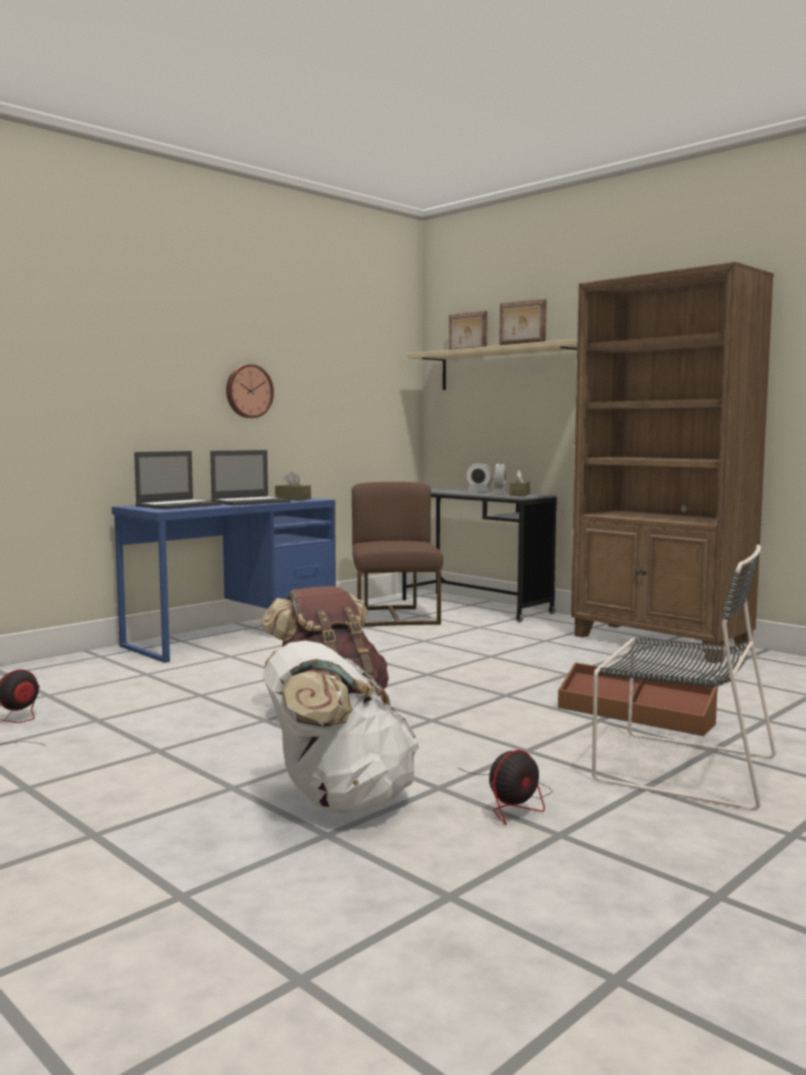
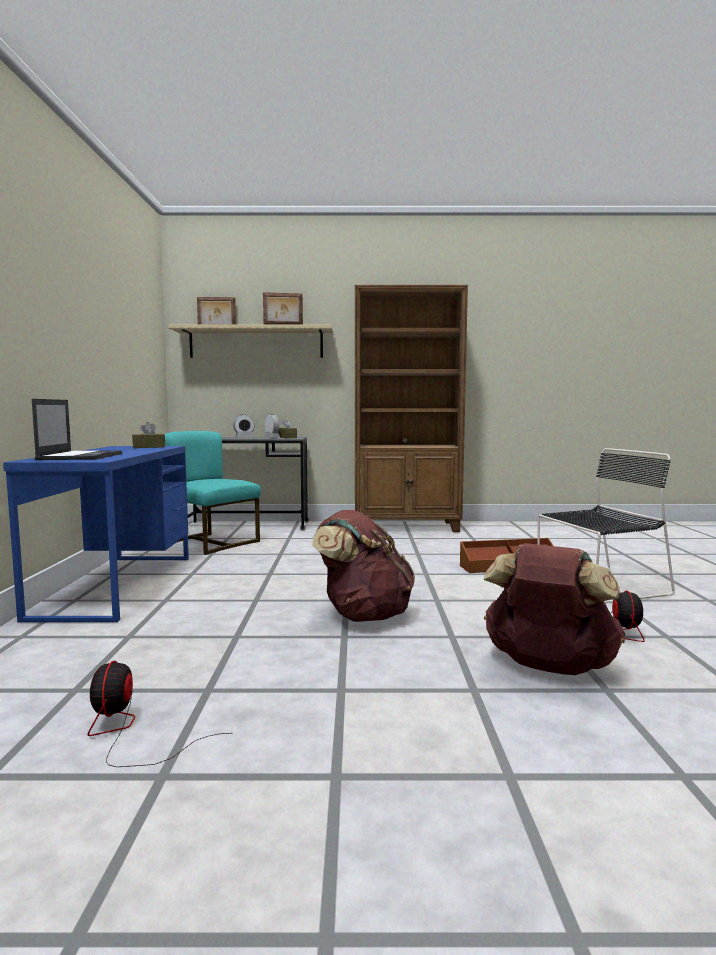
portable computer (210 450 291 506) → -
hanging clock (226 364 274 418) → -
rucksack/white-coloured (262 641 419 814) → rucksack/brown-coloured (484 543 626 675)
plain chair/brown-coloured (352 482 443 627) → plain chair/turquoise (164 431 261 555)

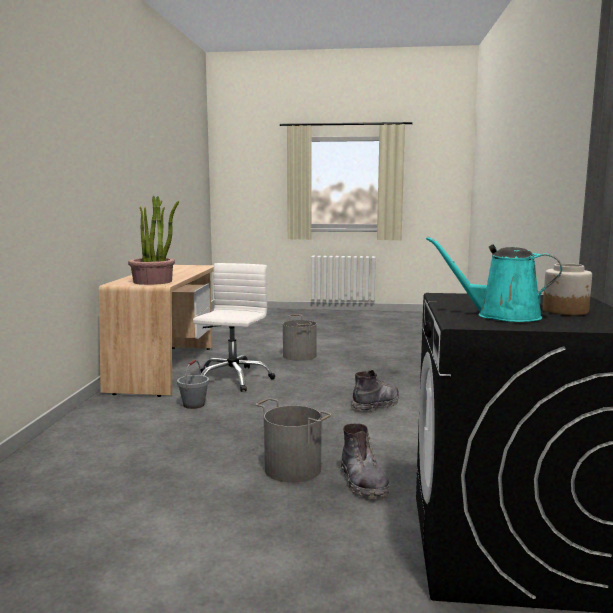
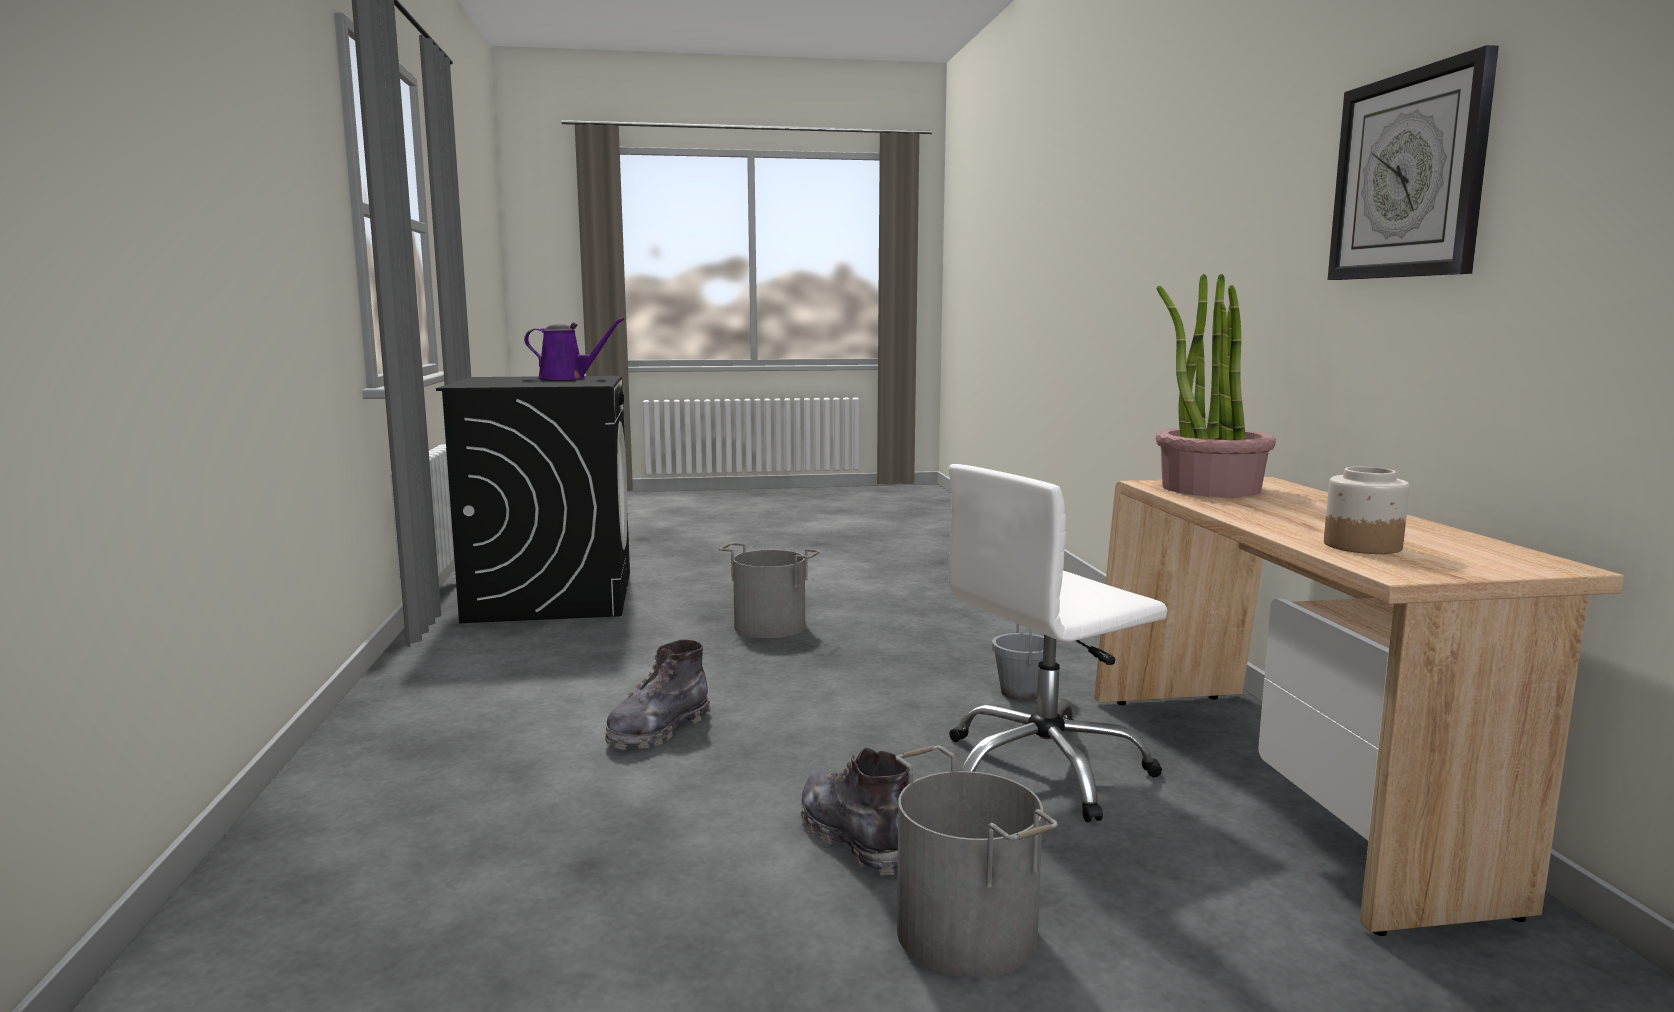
- → hanging clock (1328 45 1499 280)
tall boot/gray (341 423 389 499) → tall boot/gray (801 748 908 875), moved
preserve jar (543 263 592 316) → preserve jar (1324 467 1410 554), moved
watering pot/turquoise (426 236 562 322) → watering pot/purple (524 318 624 380)
desk chair/white-coloured (193 263 275 392) → desk chair/white-coloured (949 464 1167 822), 60 degrees clockwise

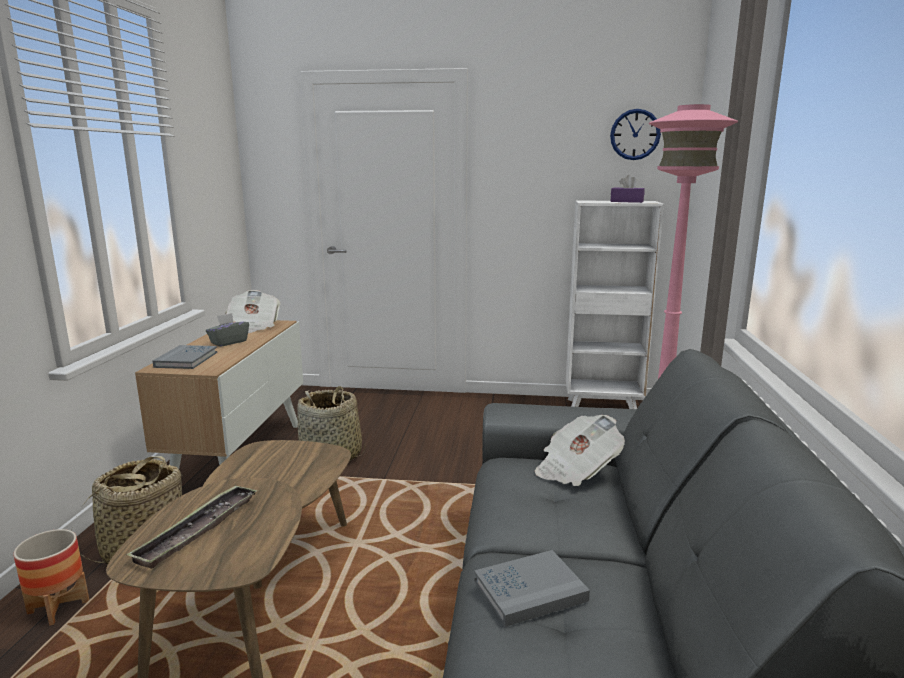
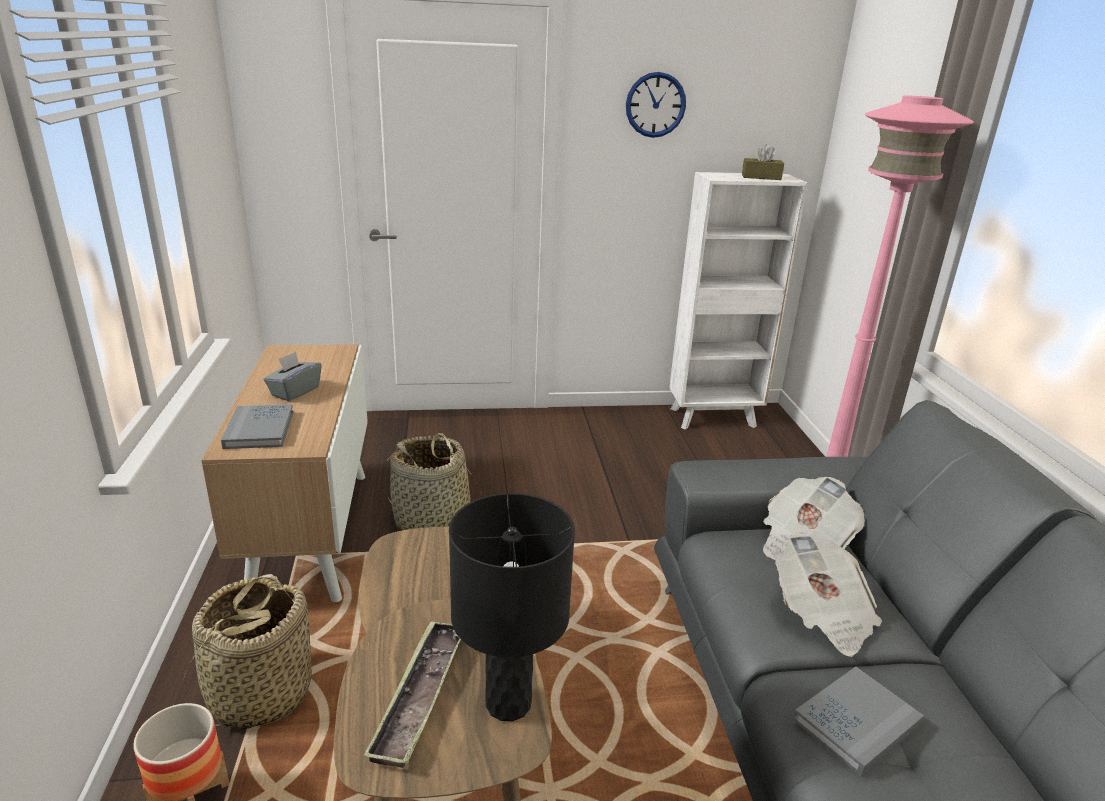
- → tabletop lamp/black-coloured (449 493 575 721)
newspaper (225 290 281 333) → newspaper (775 532 882 657), moved
hanging clock (610 109 661 160) → hanging clock (626 72 686 138), moved
tissue box/purple (610 175 645 203) → tissue box/brown-coloured (742 144 784 180)

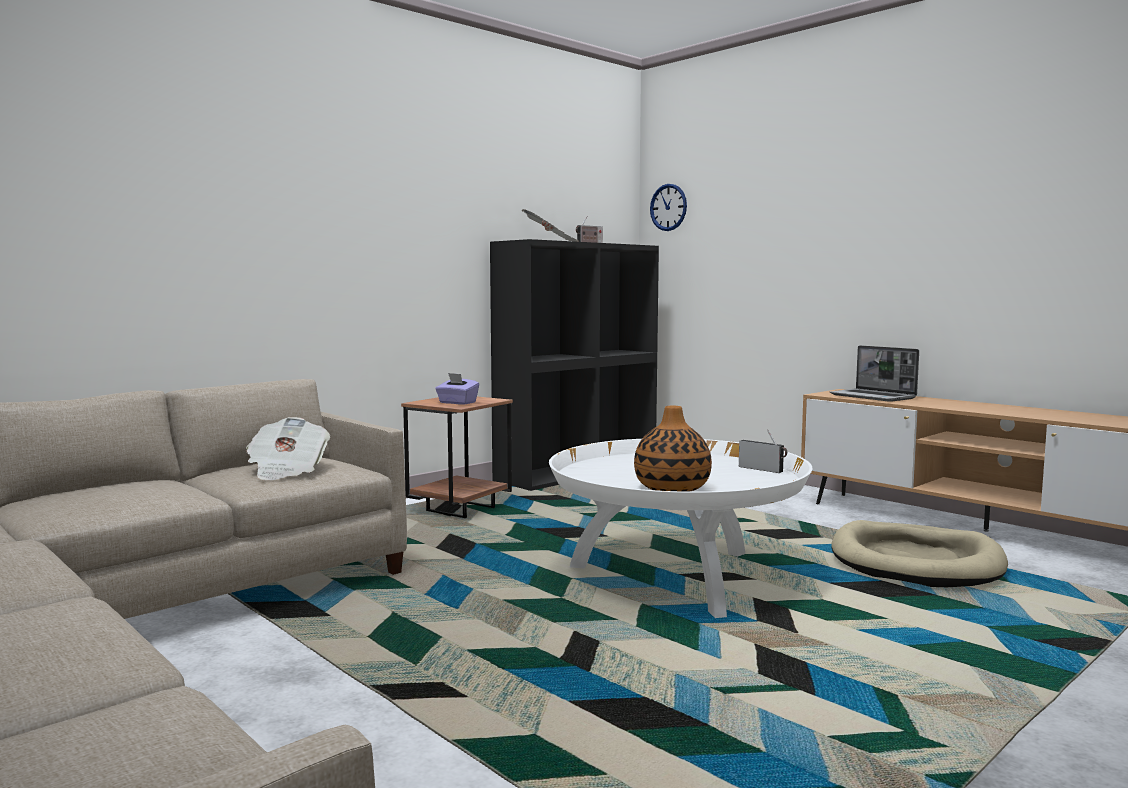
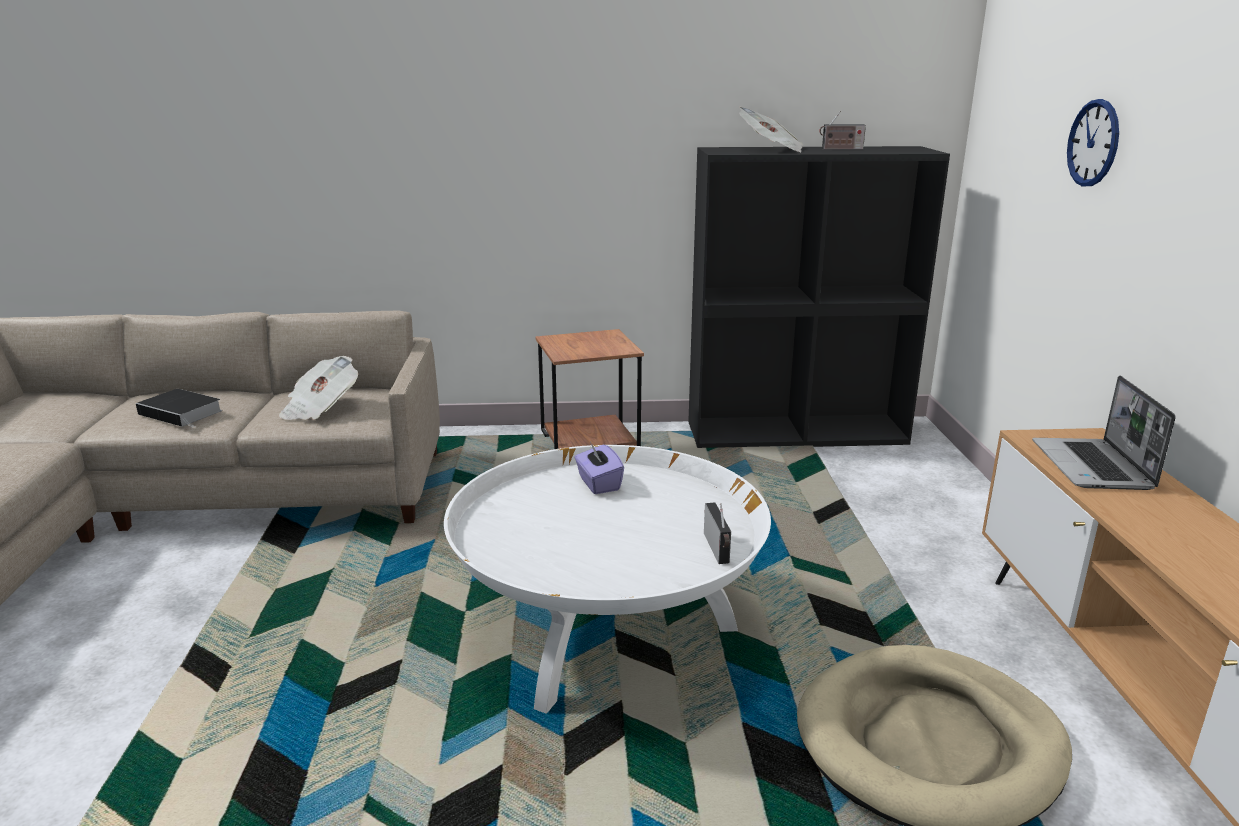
decorative vase (634 405 712 492) → -
- → book (136 389 222 428)
tissue box/purple (435 373 479 405) → tissue box/purple (574 442 624 494), moved
hanging clock (650 184 687 231) → hanging clock (1067 99 1119 186), moved

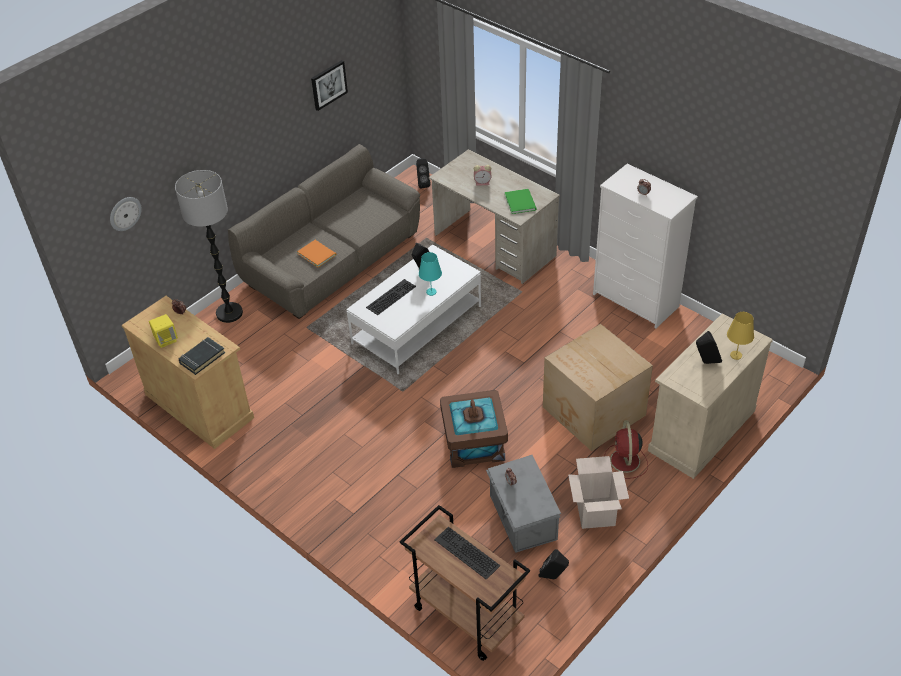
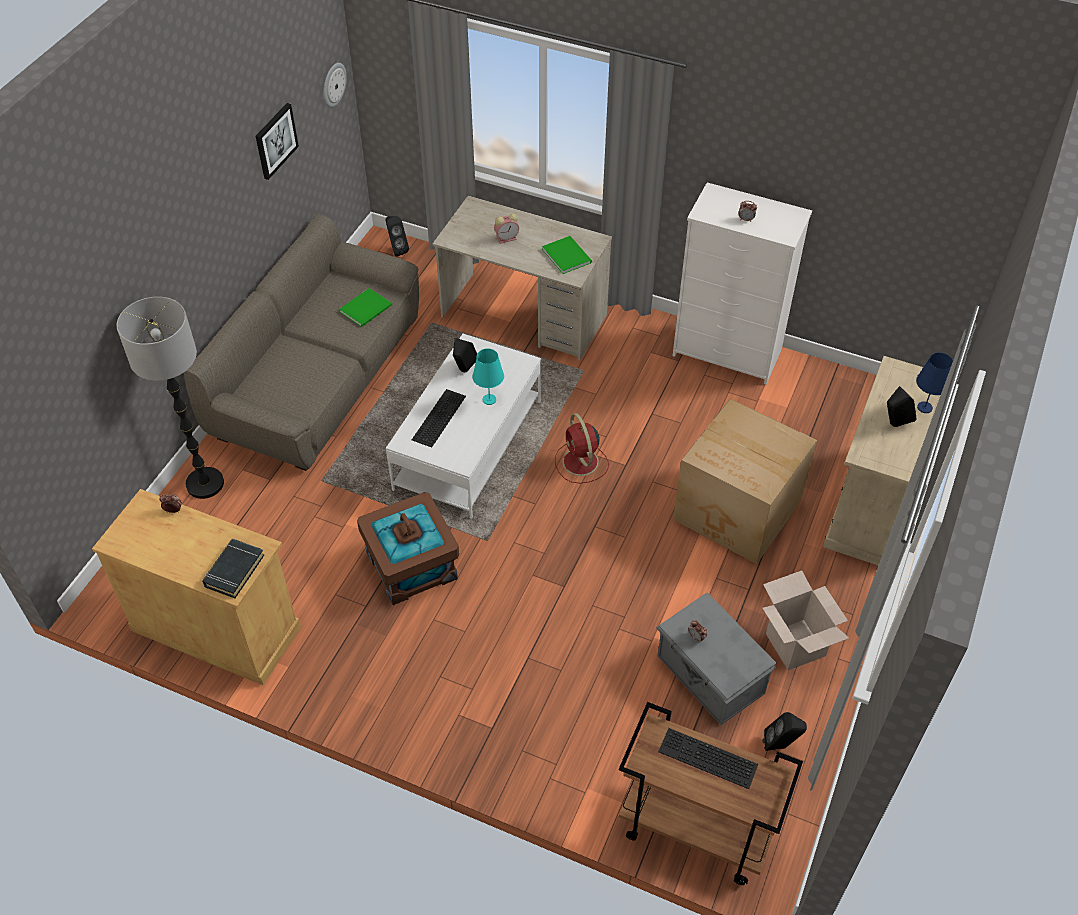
speaker/yellow-coloured (149 314 178 348) → -
book/orangey (297 240 336 267) → -
- → book/green (339 288 392 327)
hanging clock (110 197 142 231) → hanging clock (324 63 347 107), moved
storage box/brown-coloured (440 390 508 468) → storage box/brown-coloured (357 492 459 605), moved
fan/red-coloured (604 420 648 479) → fan/red-coloured (555 413 609 483), moved
tabletop lamp/yellow-coloured (727 312 754 360) → tabletop lamp/bluish (916 353 953 413)

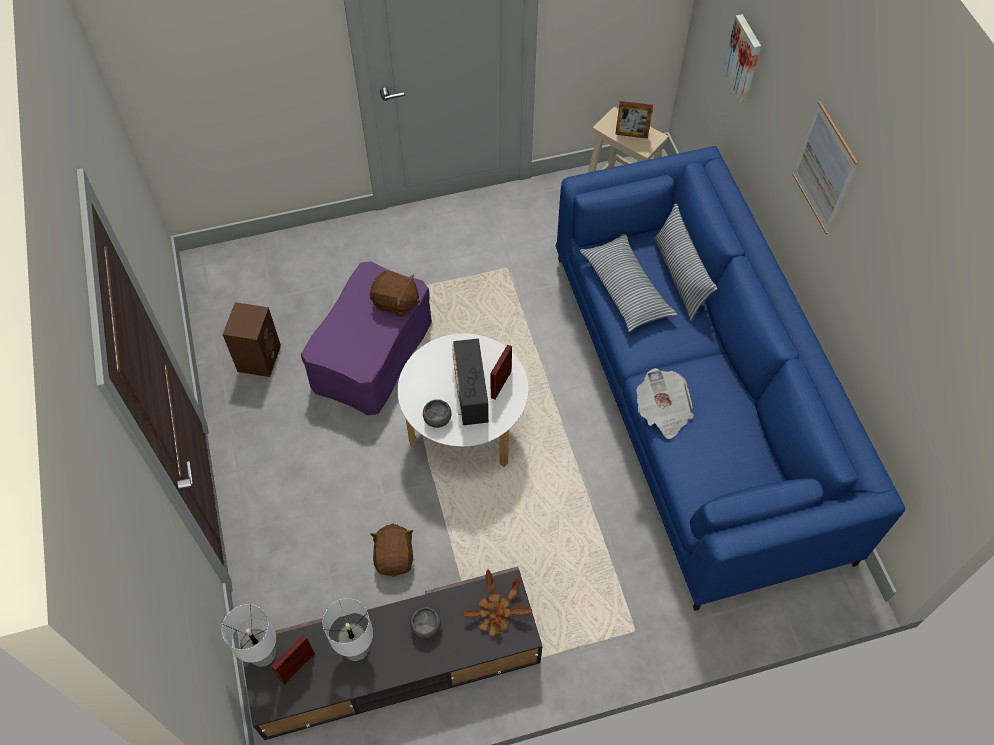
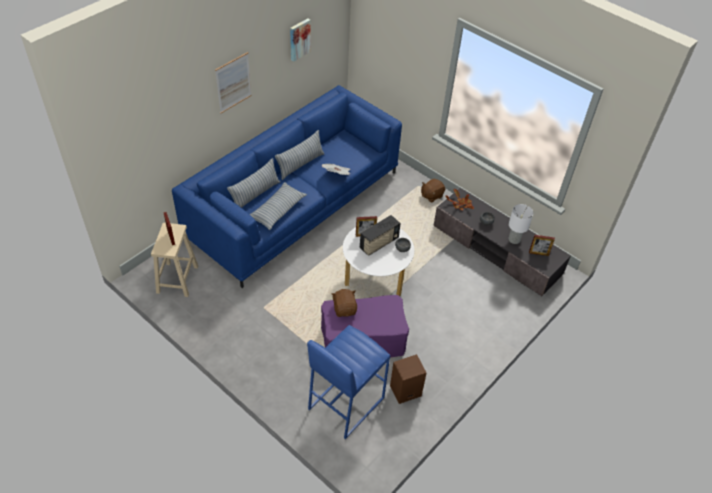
tabletop lamp/white-coloured (222 604 276 667) → -
- → pillow (275 130 324 180)
- → sitting stool/bluish (307 325 390 439)
plush toy/brown-coloured (370 523 413 577) → plush toy/brown-coloured (421 179 445 203), moved
wall picture (723 14 761 102) → wall picture (290 19 311 62), moved

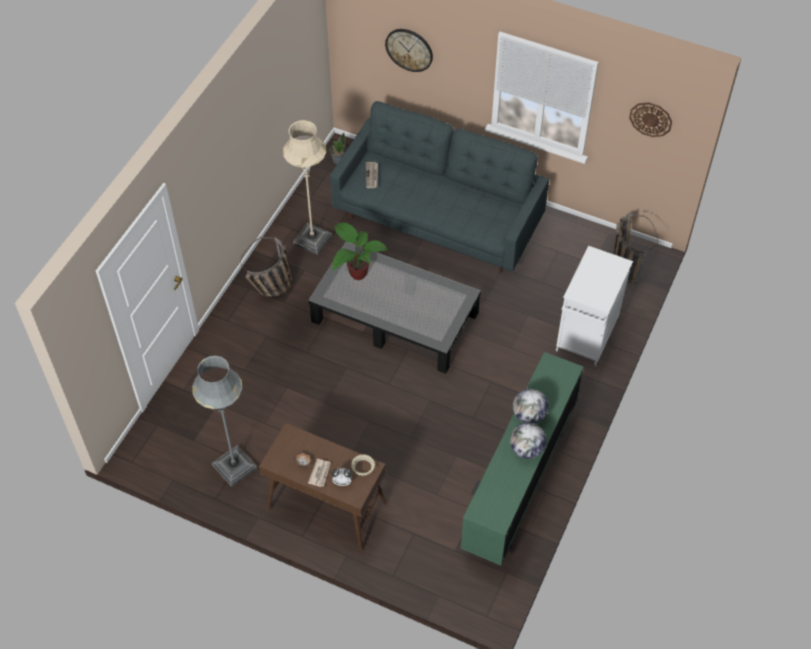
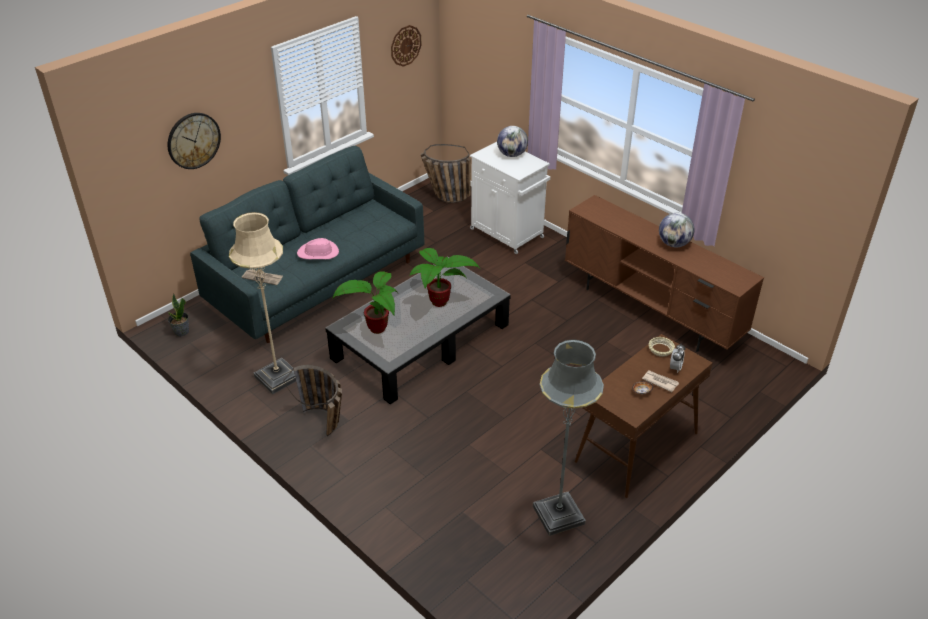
- → clothing hat/pink (297 238 339 259)
- → plant in a pot (409 248 480 307)
desk globe (513 389 548 424) → desk globe (497 126 528 157), moved
media console/green (461 352 584 566) → media console/brown-coloured (565 195 764 352)

